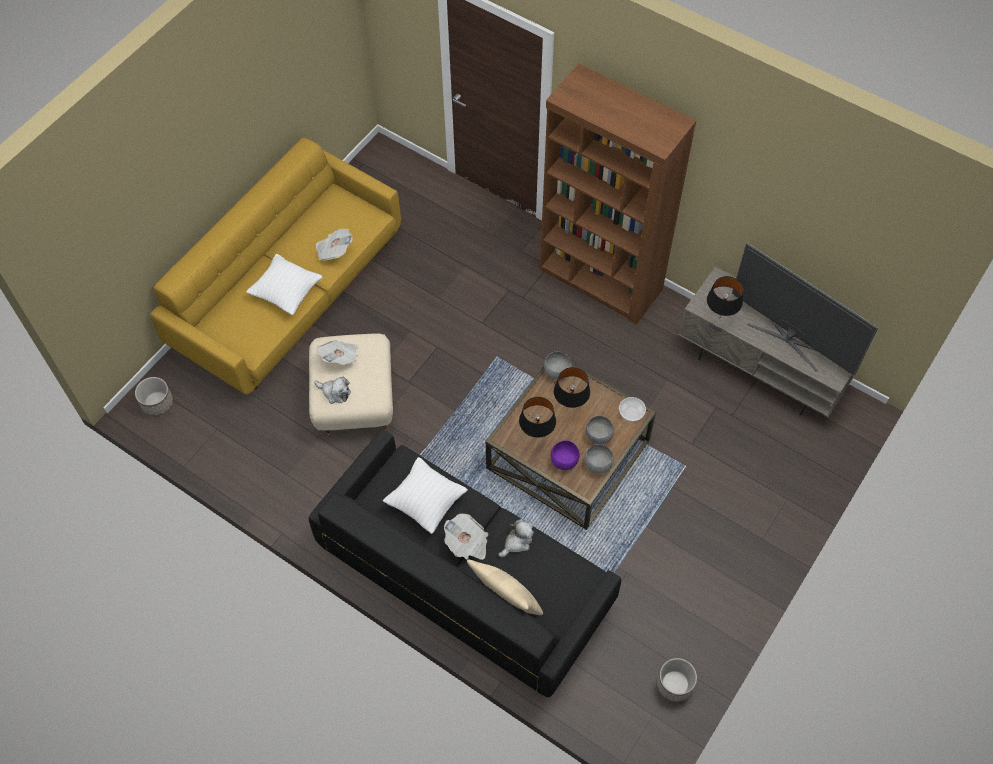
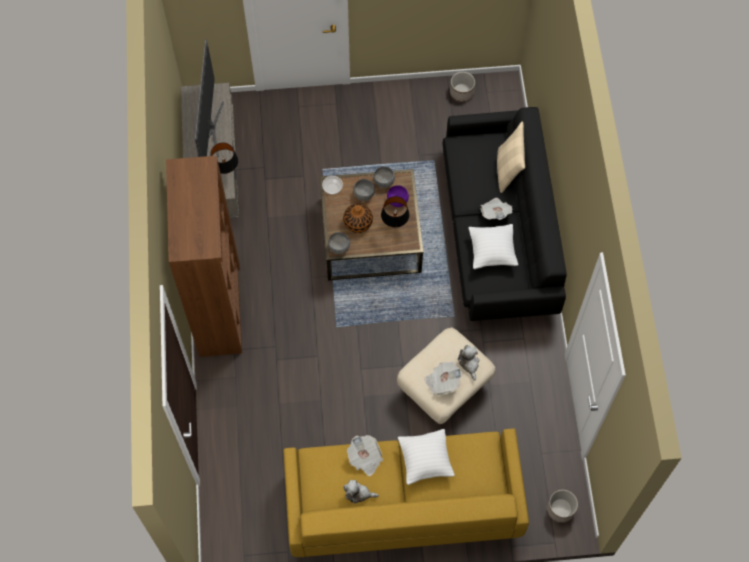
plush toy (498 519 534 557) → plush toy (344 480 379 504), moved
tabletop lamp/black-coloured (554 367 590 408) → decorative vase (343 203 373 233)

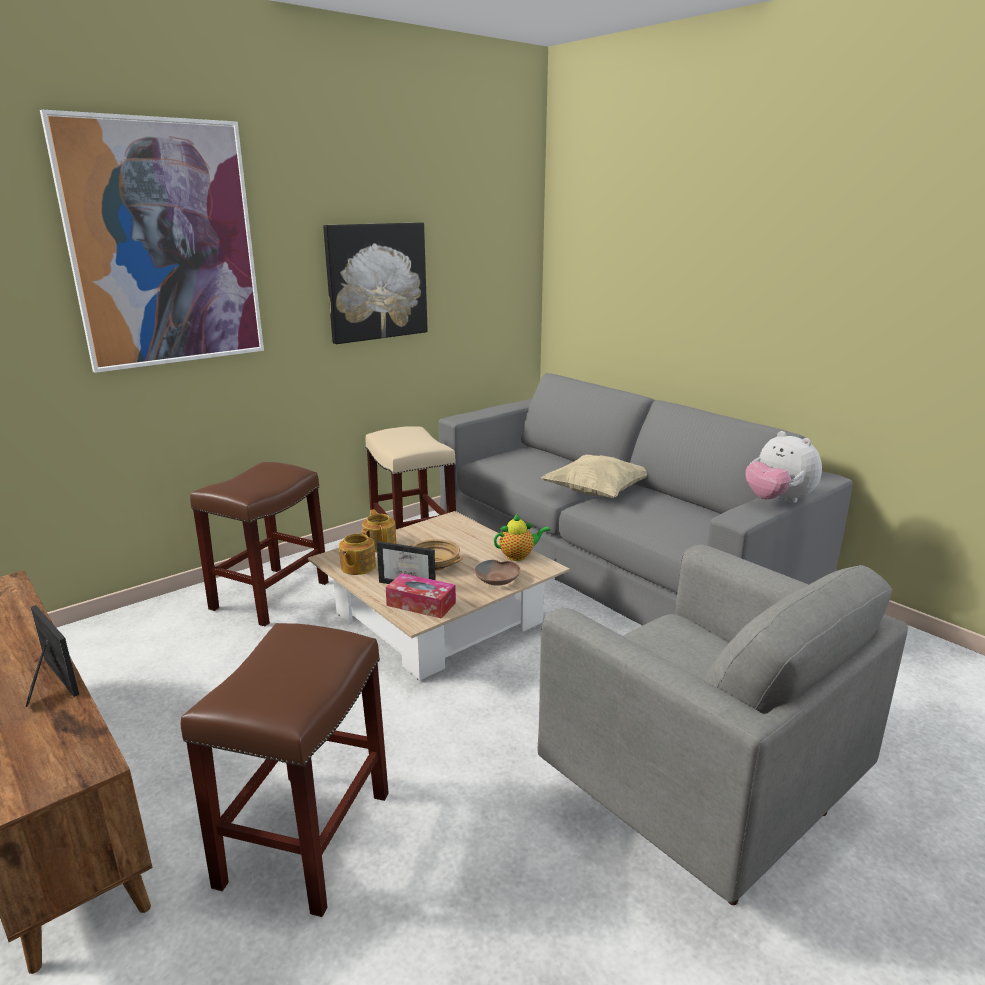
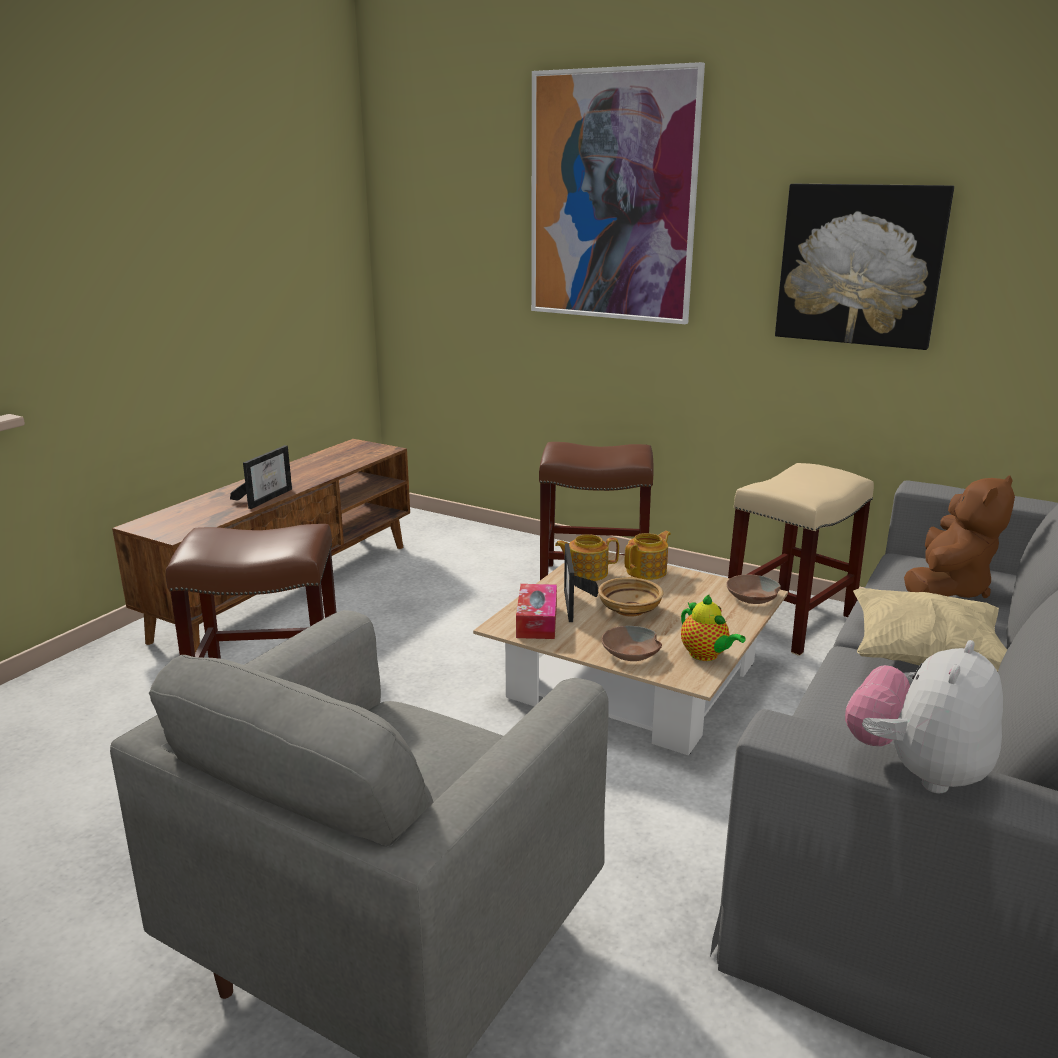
- → bowl/brown-coloured (726 575 781 604)
- → plush toy/brown-coloured (904 475 1015 598)

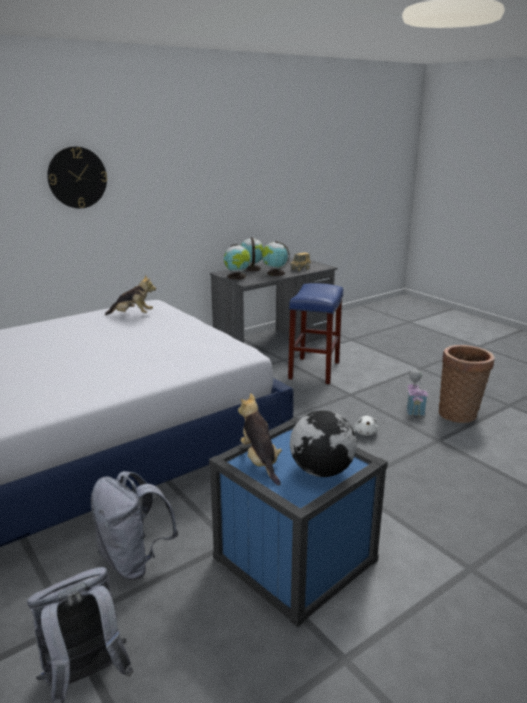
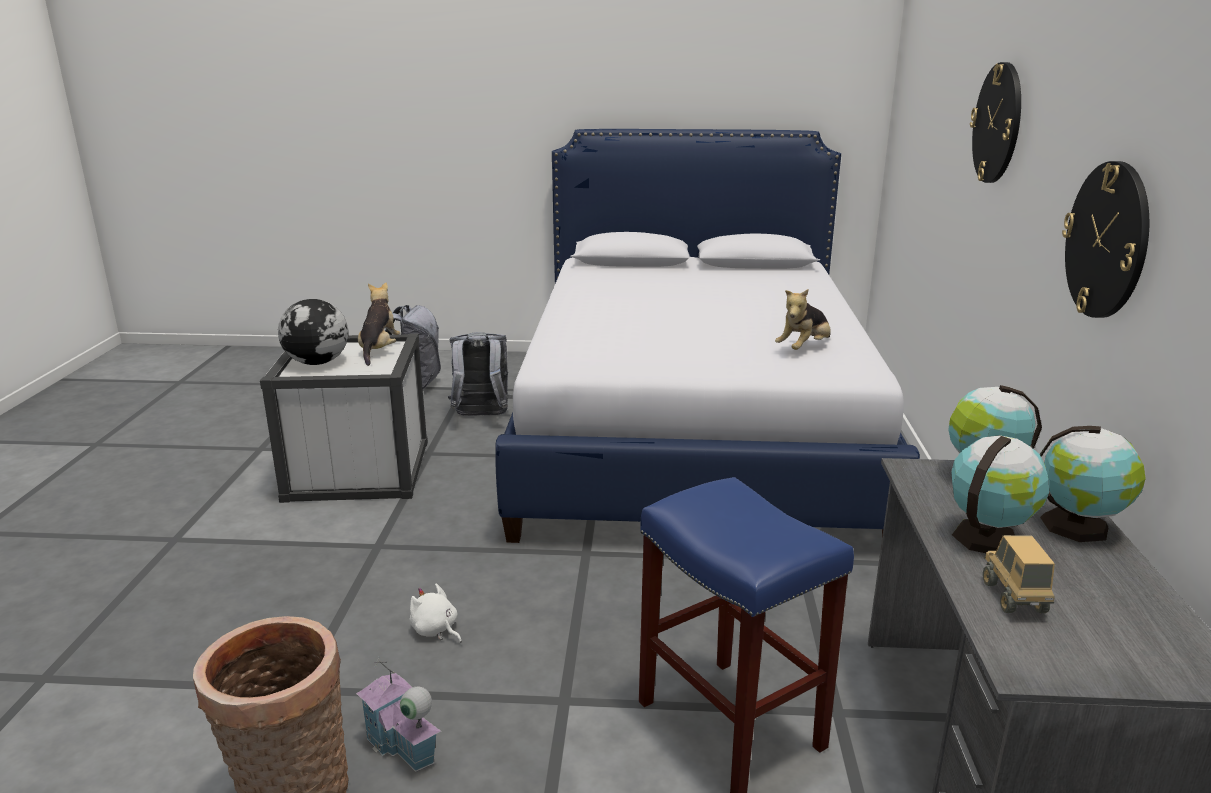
- → hanging clock (1062 161 1149 318)
storage box/bluish (209 417 388 627) → storage box/white-coloured (260 333 428 503)
plush toy (238 393 282 485) → plush toy (358 282 401 366), 105 degrees counterclockwise

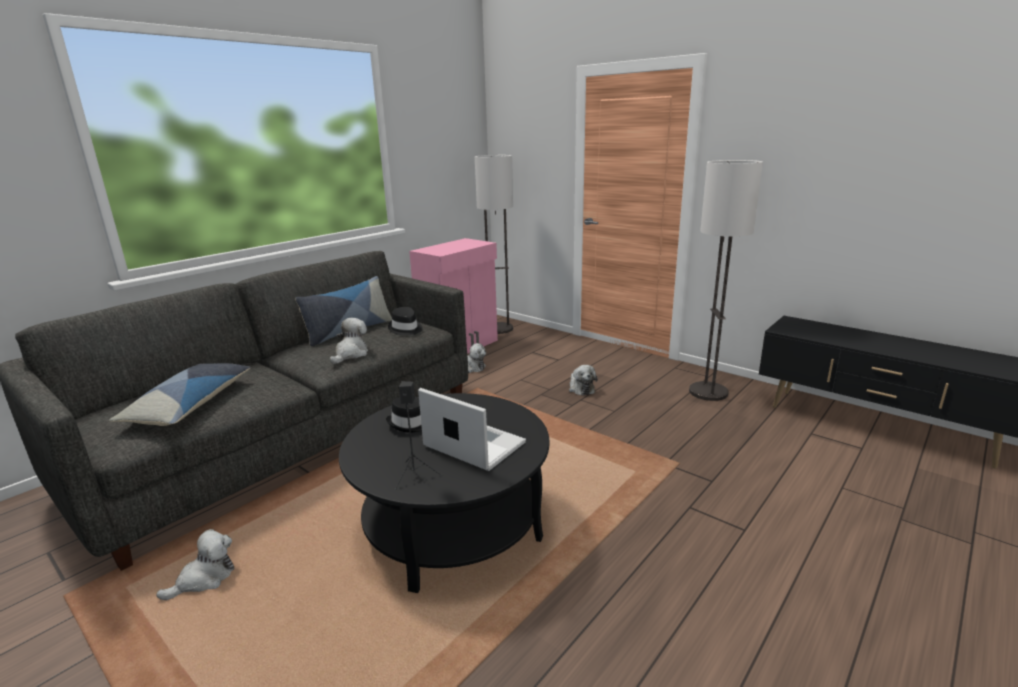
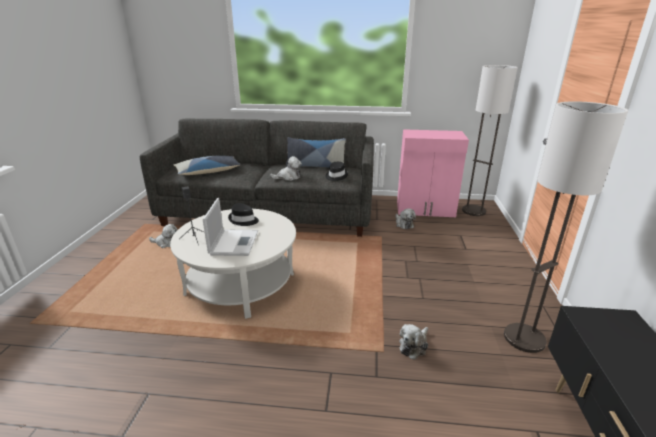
plush toy (569 365 598 396) → plush toy (399 324 428 360), moved
coffee table/black-coloured (339 393 550 593) → coffee table/white-coloured (170 209 296 319)

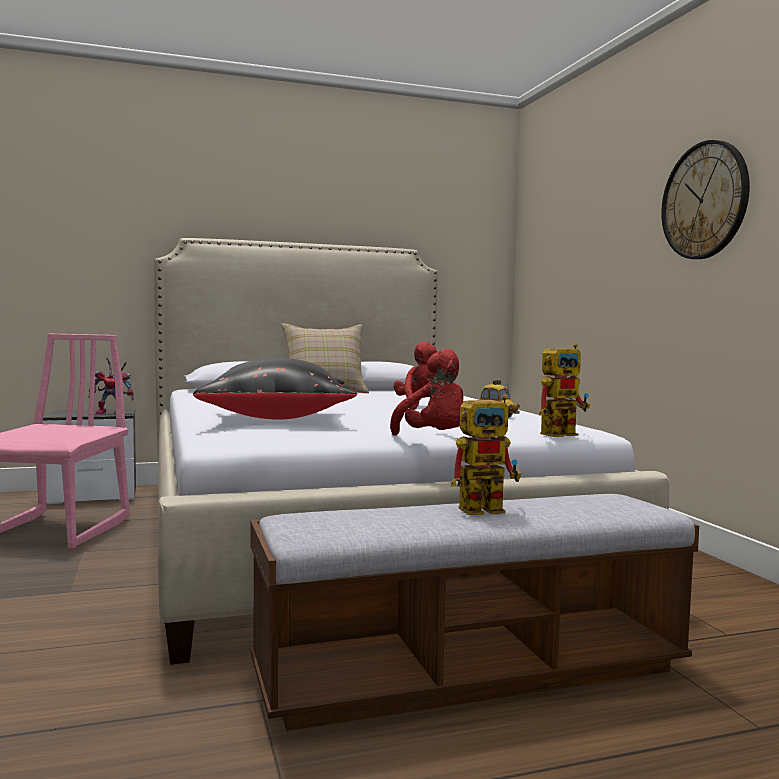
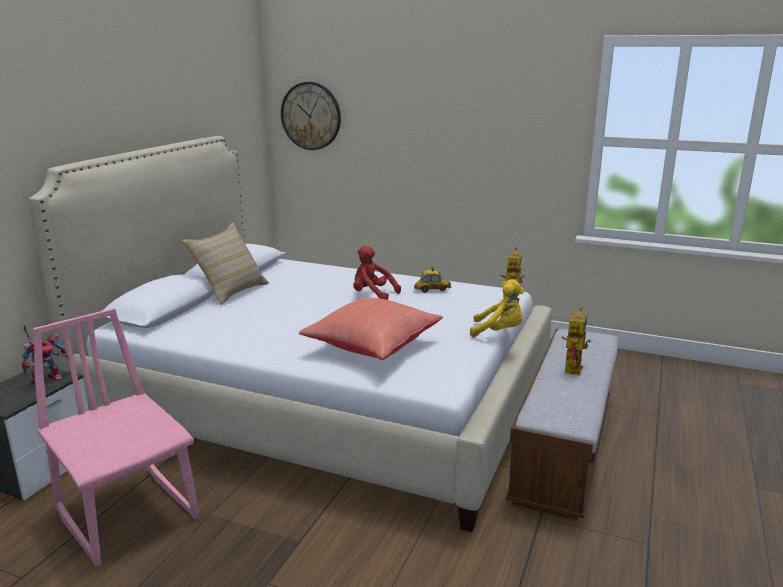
hanging clock (661 140 750 259) → hanging clock (281 82 341 150), moved
pillow/black-coloured (193 358 357 420) → pillow/red-coloured (299 298 443 360)
plush toy/red-coloured (390 349 464 436) → plush toy/yellow-coloured (470 279 524 337)

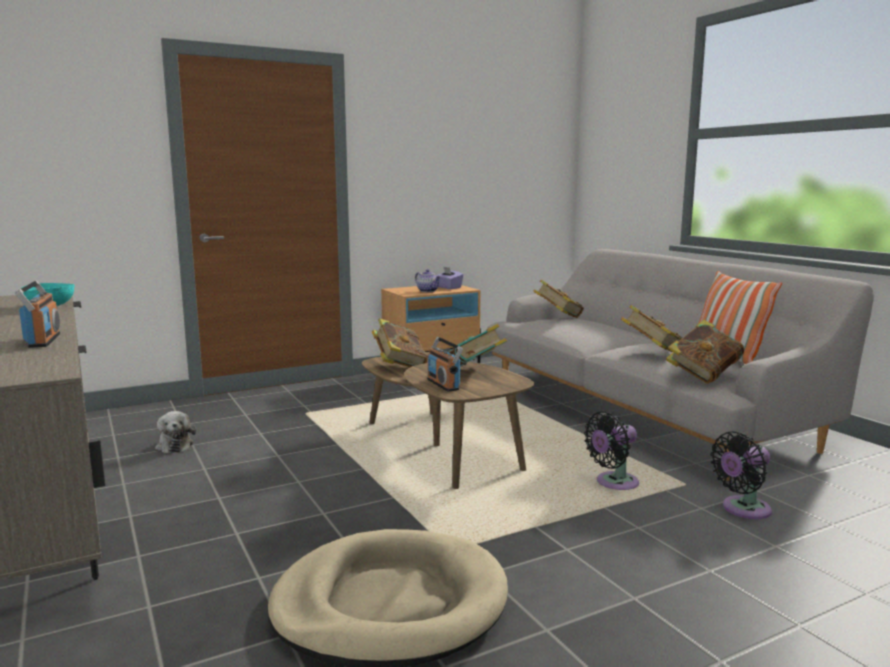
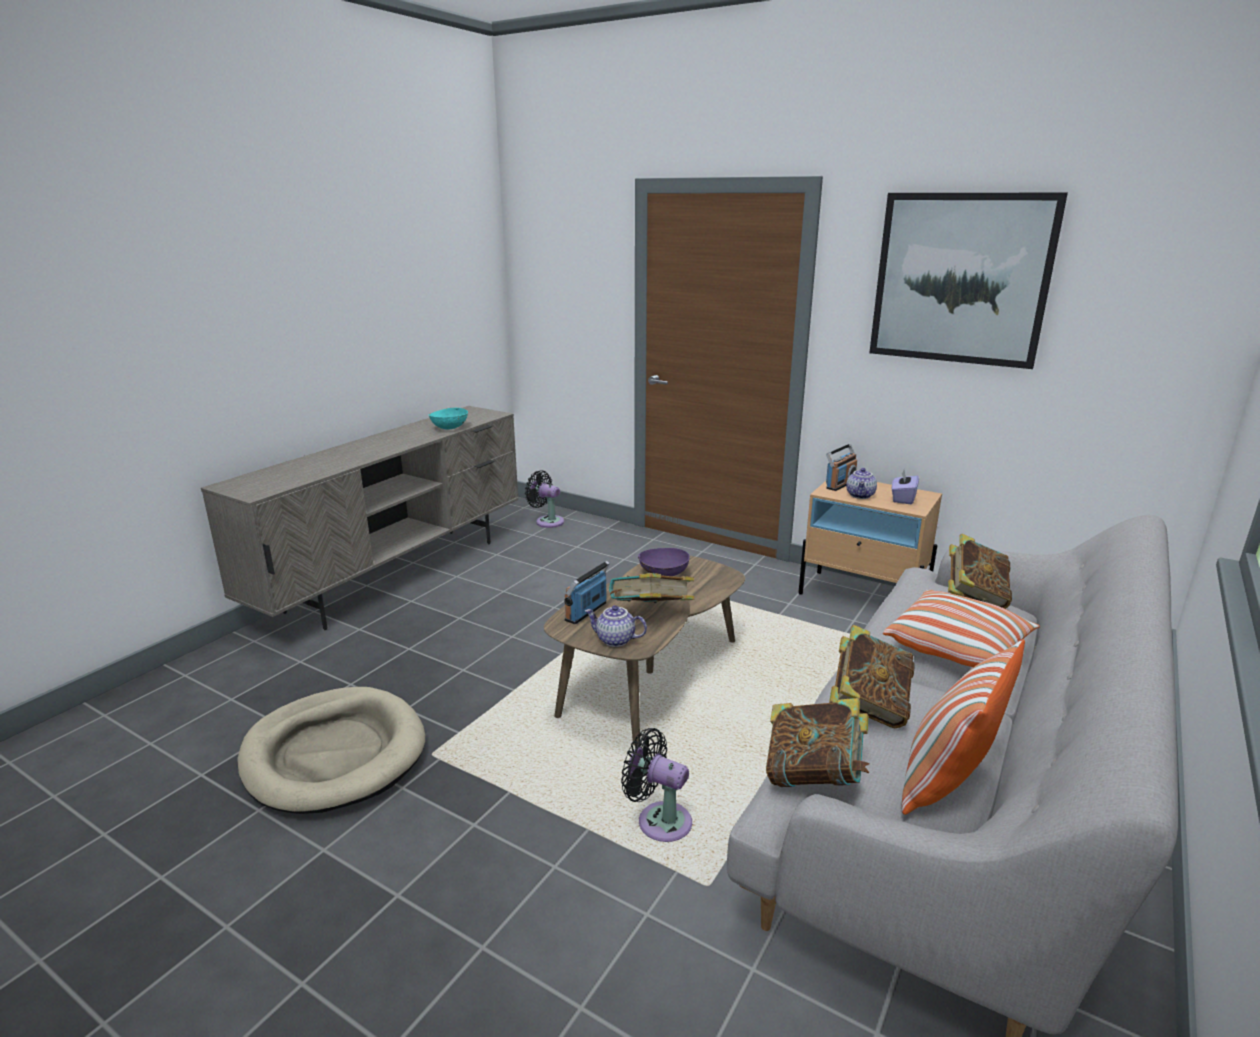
plush toy (155 411 196 454) → -
- → tea pot (585 605 647 647)
- → wall picture (869 193 1068 369)
- → pillow (883 590 1040 667)
radio set (15 281 60 348) → radio set (826 444 857 491), moved
fan/black-coloured (710 431 772 519) → fan/black-coloured (525 470 564 528), moved
book (372 318 427 367) → bowl/purple (638 548 690 576)

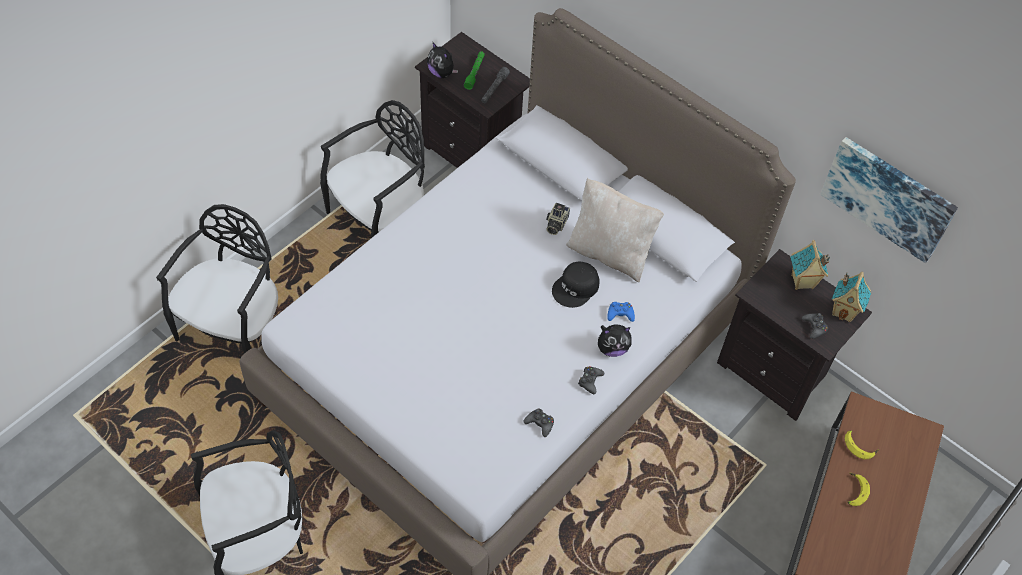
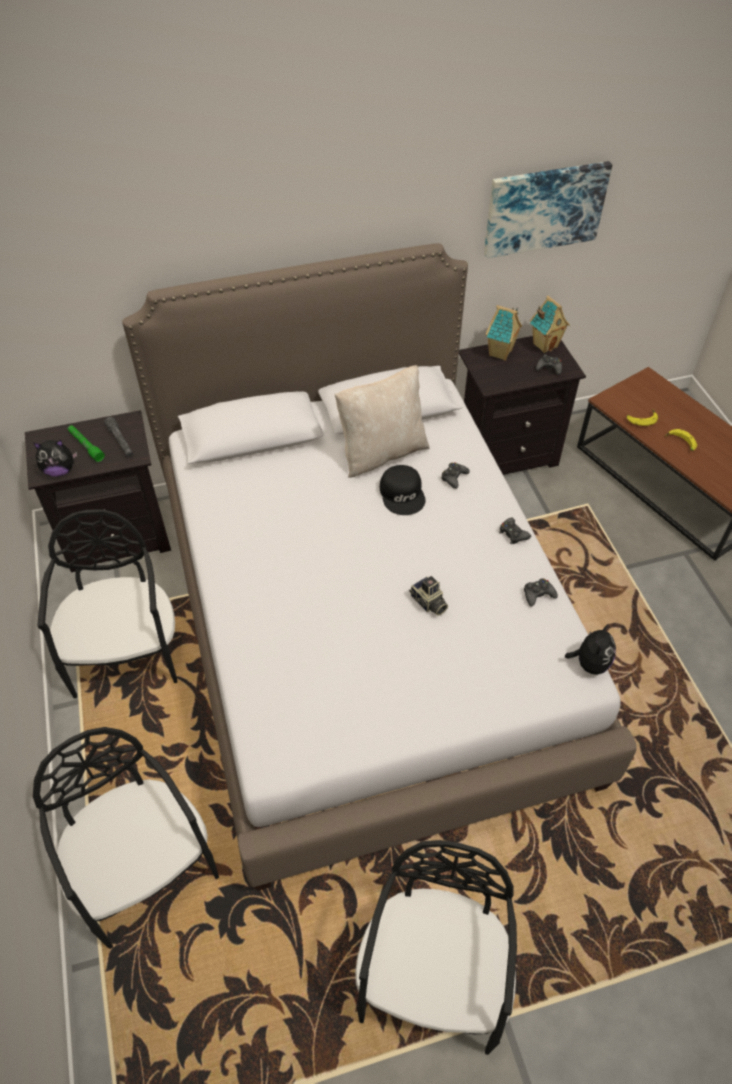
still camera (546 203 570 235) → still camera (409 576 448 616), moved
plush toy (598 325 632 357) → plush toy (564 624 616 675), moved
joypad/bluish (607 302 635 322) → joypad/black-coloured (441 462 470 489)

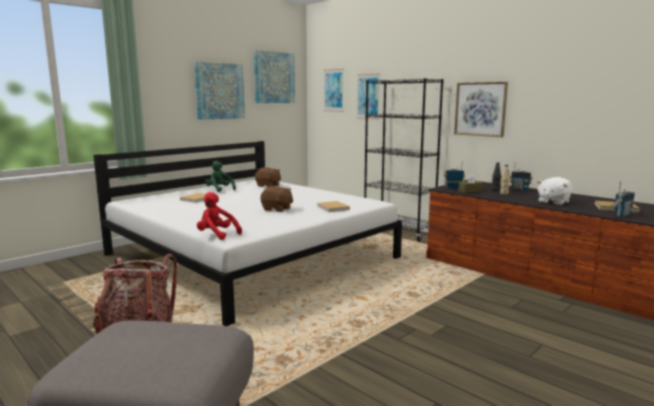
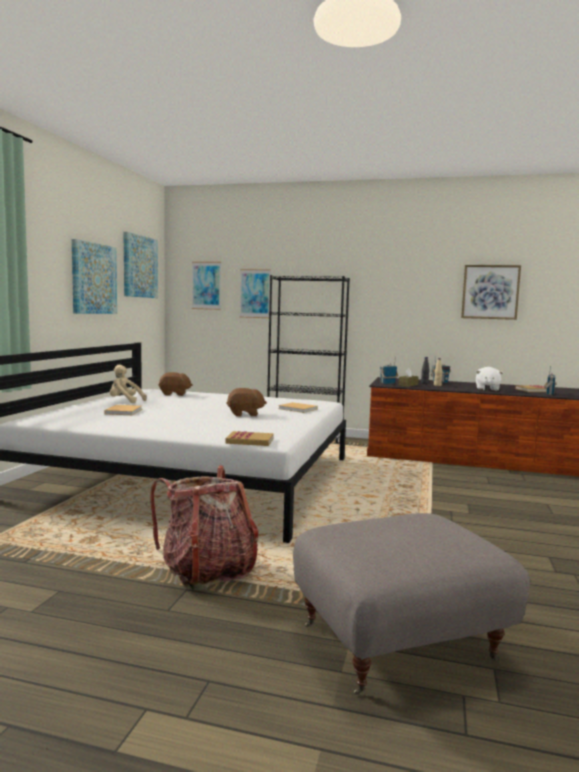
wall picture (454 82 508 137) → wall picture (461 265 521 320), moved
plush toy/red-coloured (197 192 242 240) → book (226 431 273 446)
plush toy/green (205 161 236 192) → plush toy/sand-coloured (110 365 147 403)

